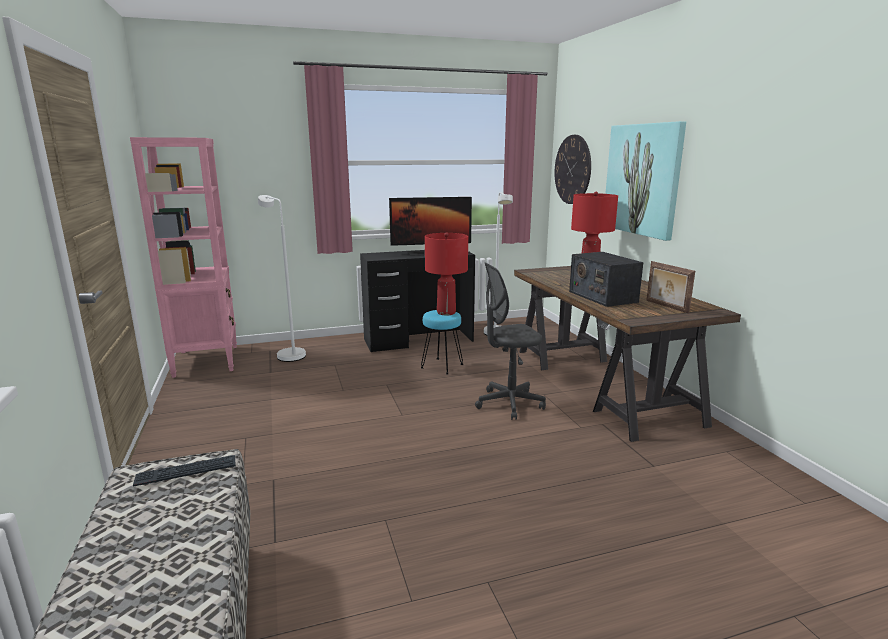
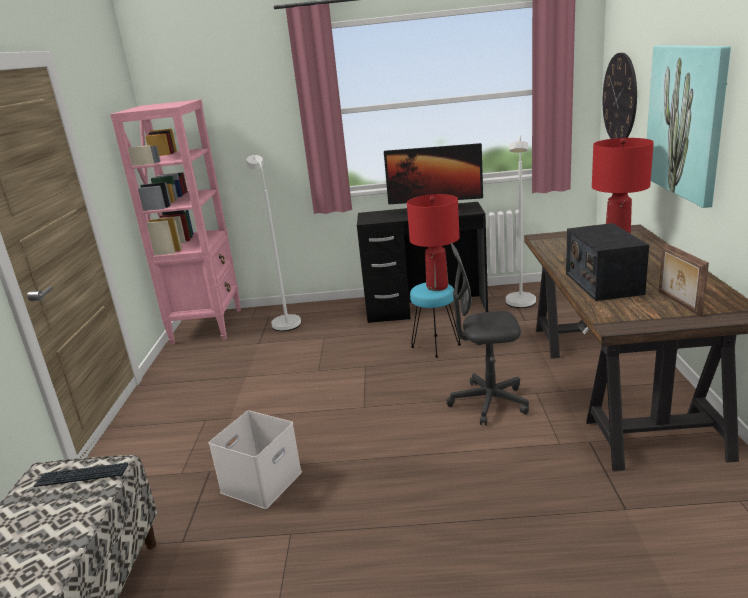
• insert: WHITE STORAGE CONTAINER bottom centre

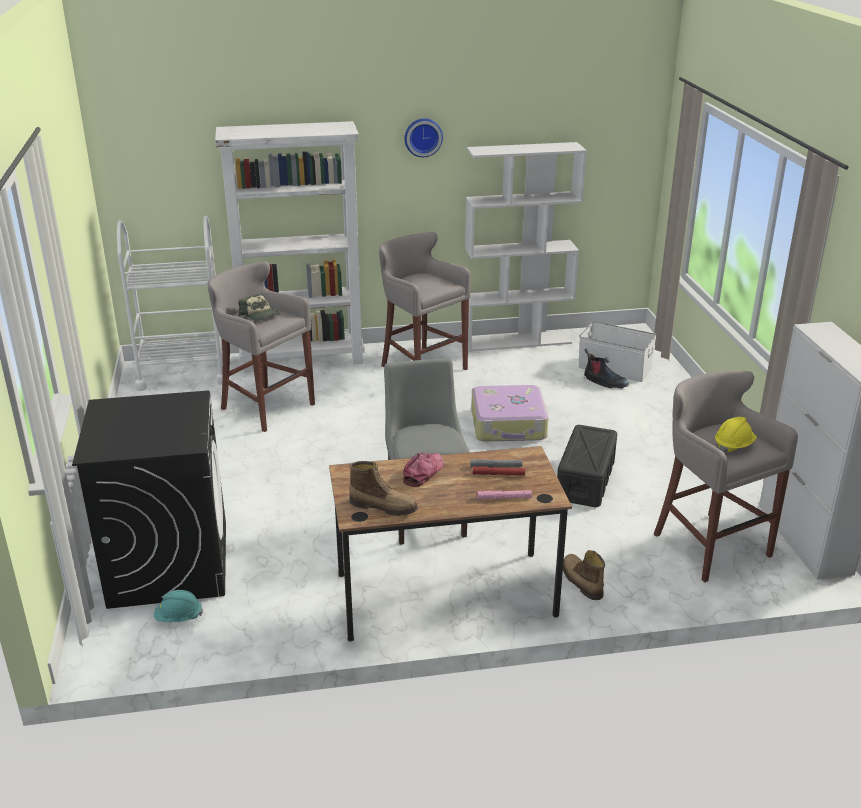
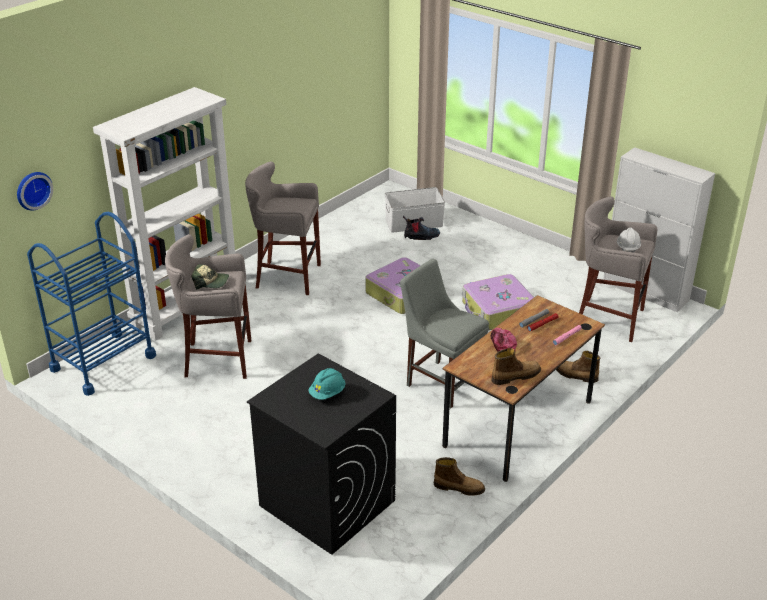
• recolor: WHITE CART middle left to BLUE CART middle left
• move: BLUE-GREEN SAFETY HELMET bottom left to centre
• move: HANGING CLOCK top centre to top left
• delete: WHITE BOOKCASE (2nd from left) top centre
• replace: BLACK-COLOURED STORAGE CONTAINER middle right to TRAVEL CASE (2nd from left) centre
• recolor: YELLOWISH SAFETY HELMET middle right to WHITE SAFETY HELMET middle right
• insert: HIGH-TOP BOOT (2nd from left) bottom centre

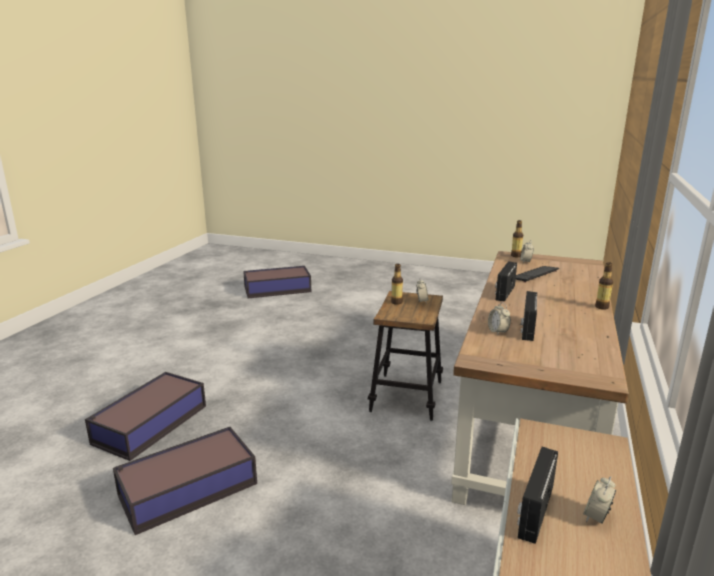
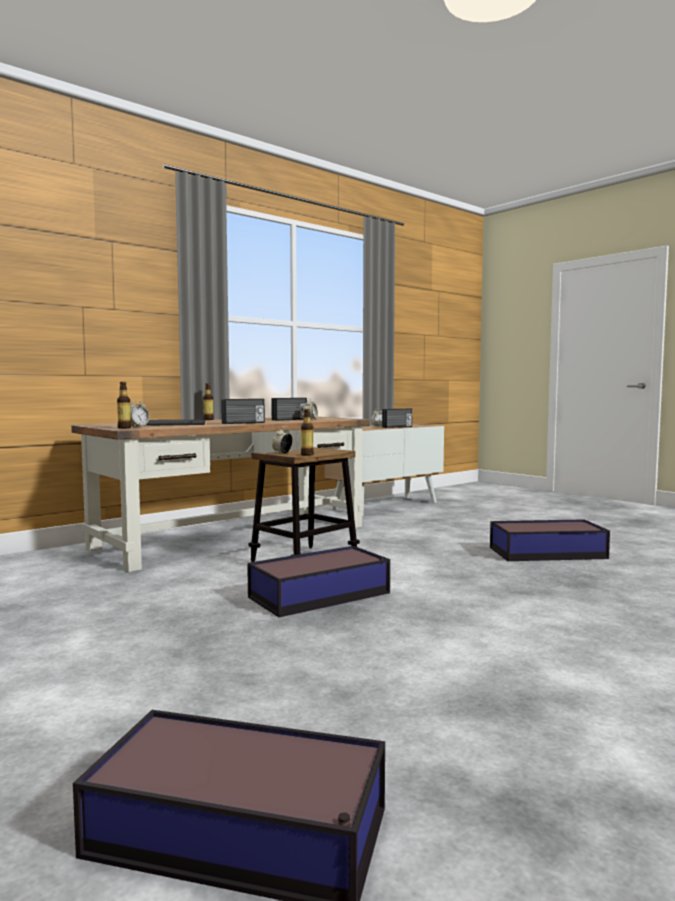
• move: STORAGE CONTAINER (1st from left in the first image) bottom left to STORAGE CONTAINER (2nd from left) centre

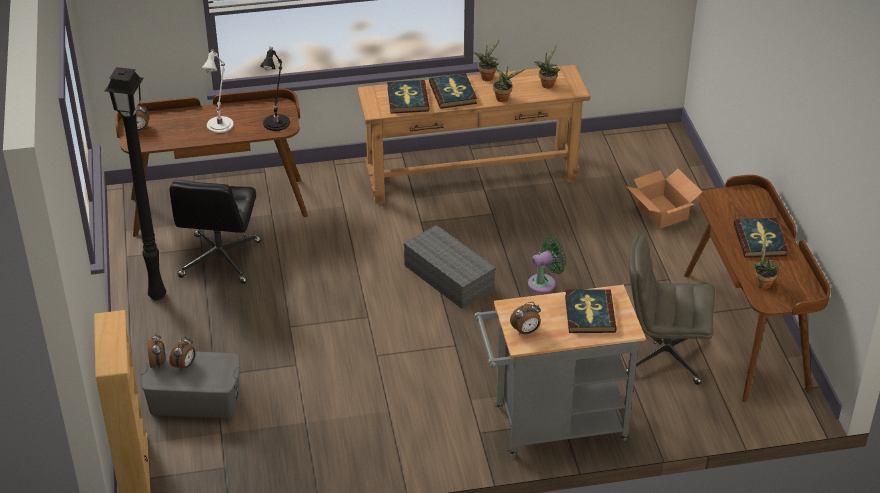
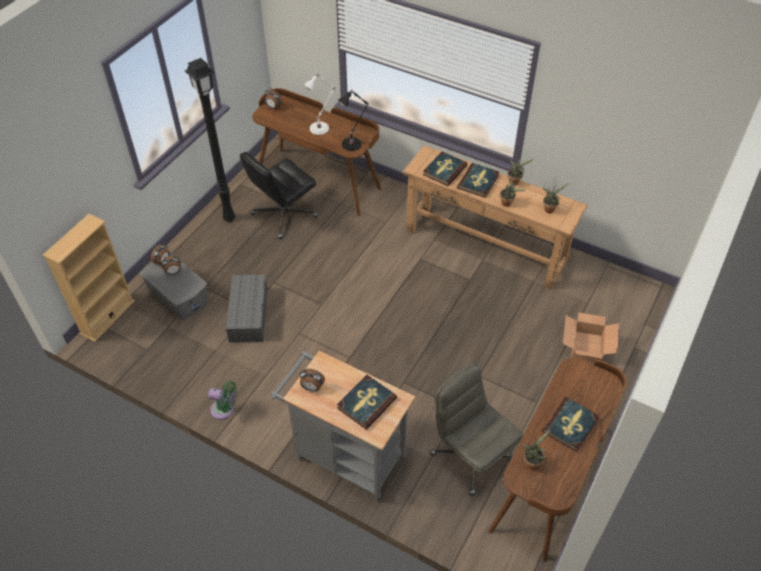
• move: GRAY STORAGE CONTAINER (2nd from left) centre to middle left
• move: GREEN-COLOURED FAN centre to bottom left

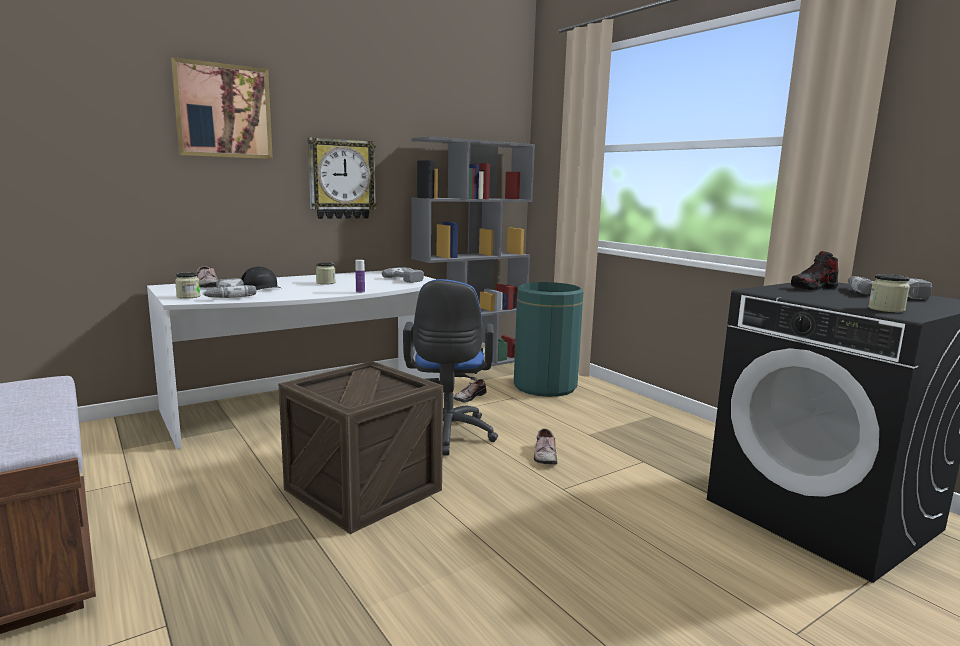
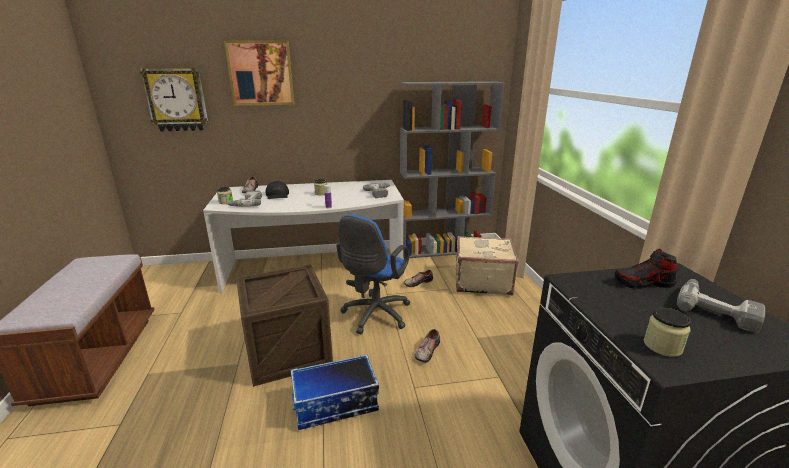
• move: HANGING CLOCK top centre to top left
• replace: GREEN-COLOURED WASTE BIN centre to BEIGE TRAVEL CASE centre
• insert: STORAGE CONTAINER bottom centre

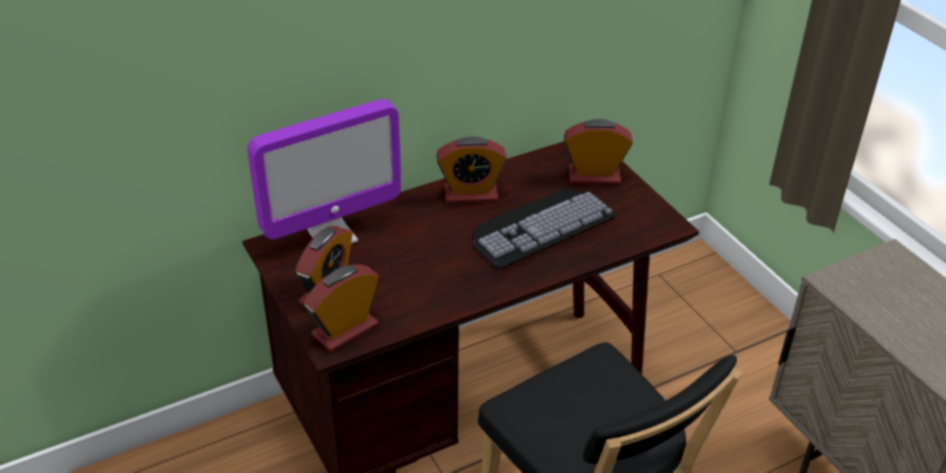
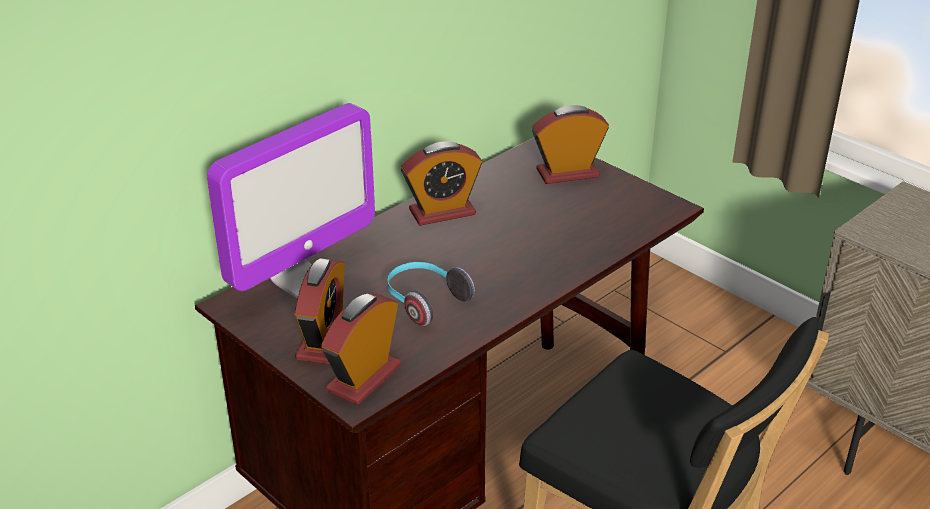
• delete: KEYBOARD centre
• insert: HEADSET centre

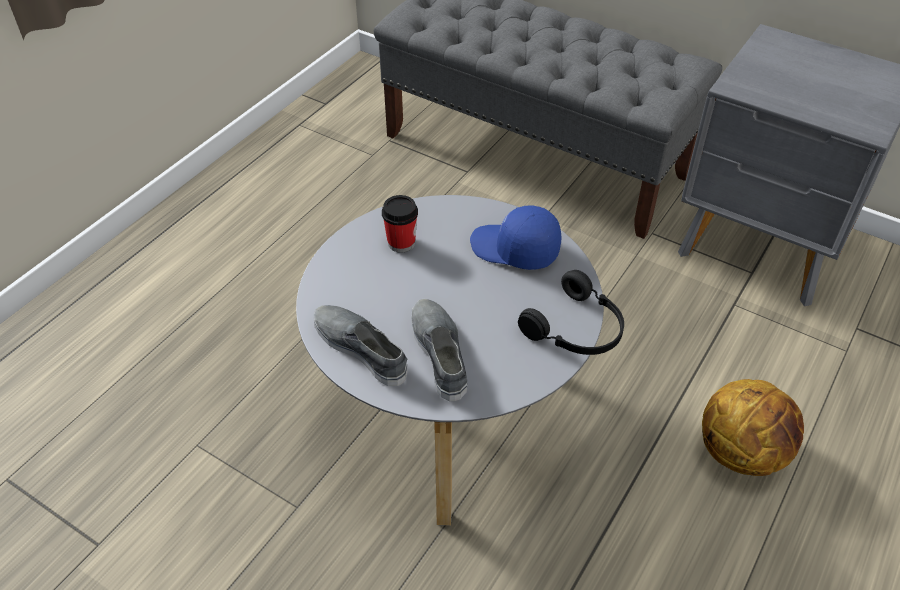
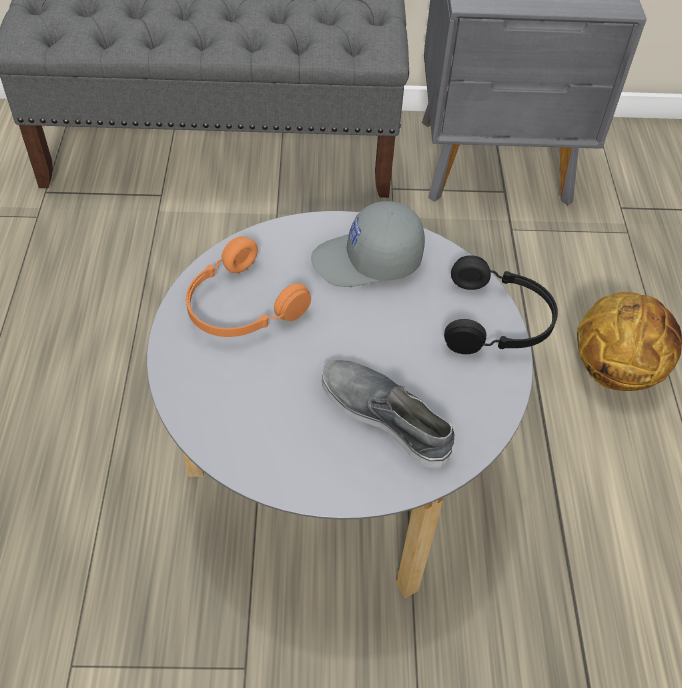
• delete: GRAY SHOE (1st from left) centre
• replace: CUP centre to ORANGEY HEADSET centre
• recolor: BLUE PEAKED CAP centre to GRAY PEAKED CAP centre

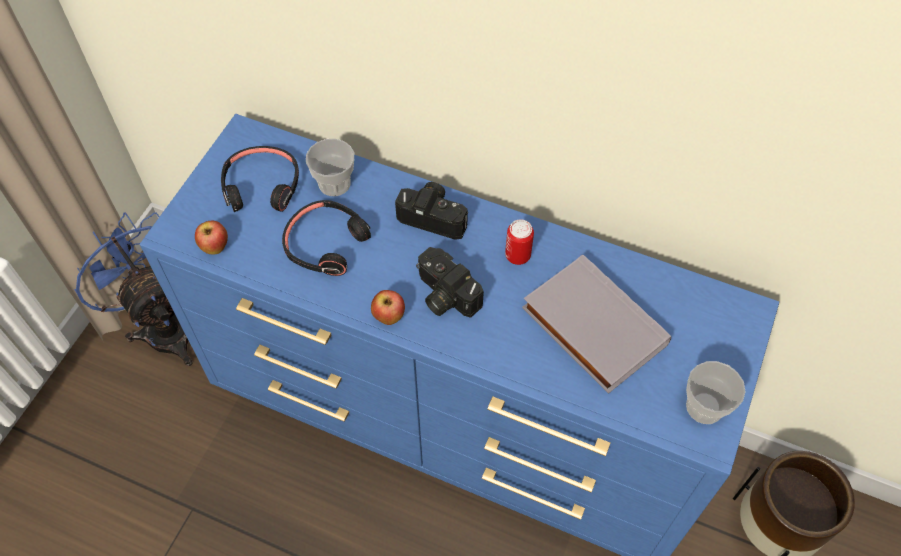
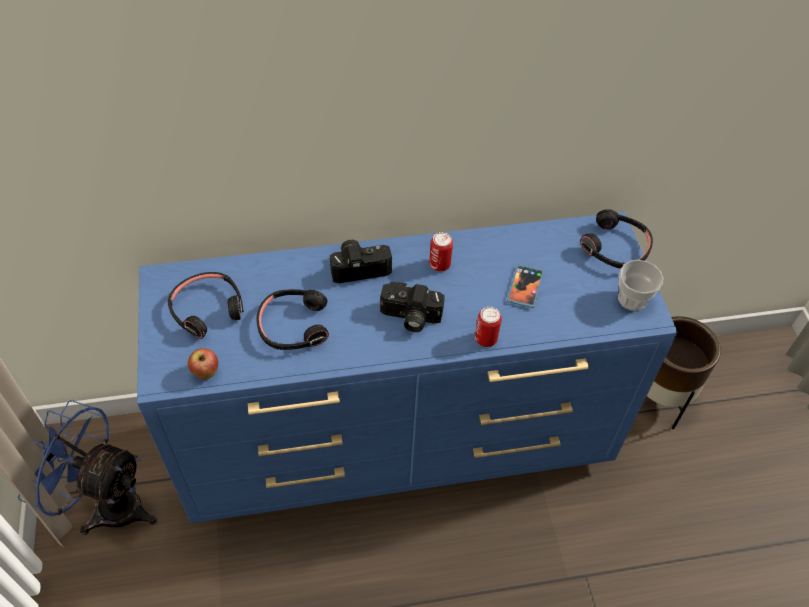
• delete: CUP (1st from left) top centre
• delete: WHOLE APPLE (2nd from left) centre
• replace: GRAY VOLUME centre to HANDSET centre
• insert: SEALED CAN (2nd from left) centre
• insert: BLACK-COLOURED HEADSET (3rd from left) middle right

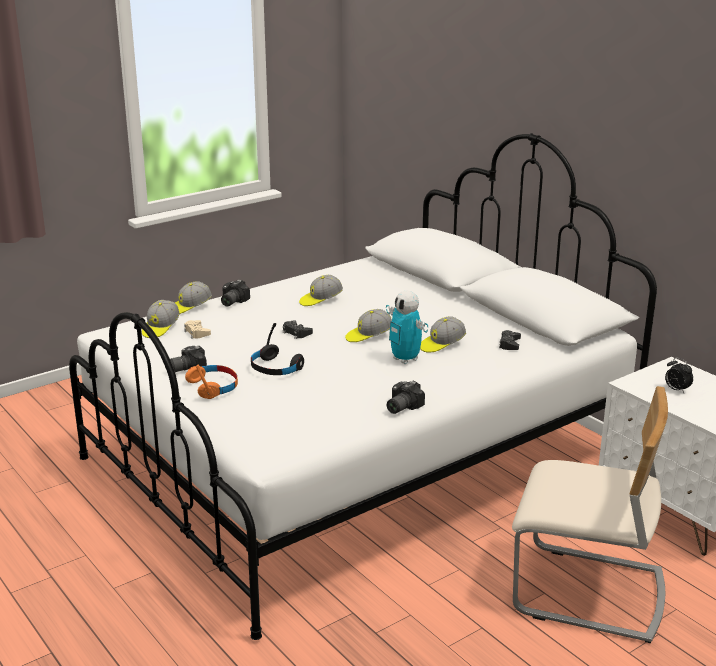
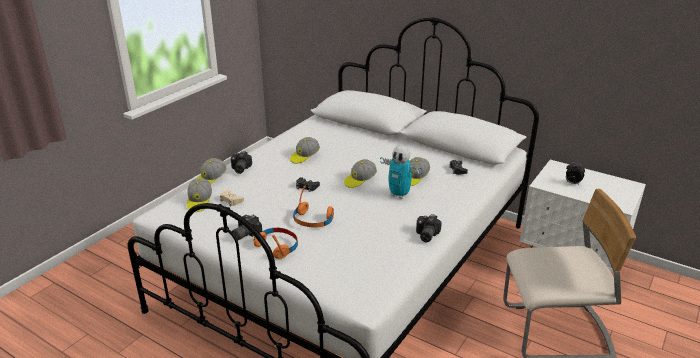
• recolor: BLACK-COLOURED HEADSET centre to ORANGEY HEADSET (2nd from left) centre

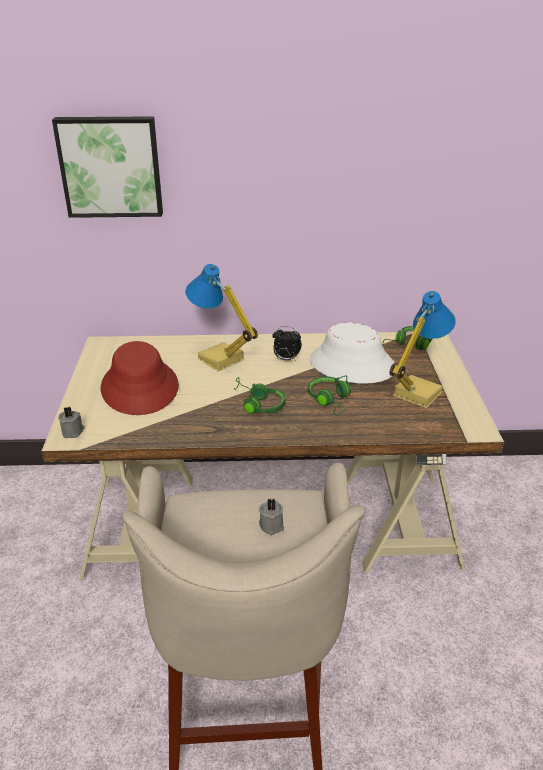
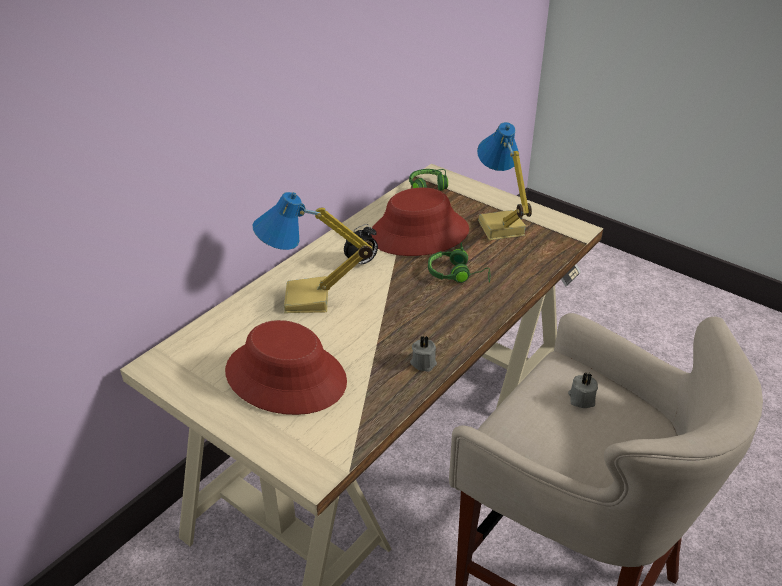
• delete: PICTURE top left
• move: GRAY WAX CANDLE (1st from left) middle left to centre
• delete: GREEN-COLOURED HEADSET (1st from left) centre
• recolor: WHITE WEARABLE HAT centre to RED-COLOURED WEARABLE HAT (2nd from left) centre

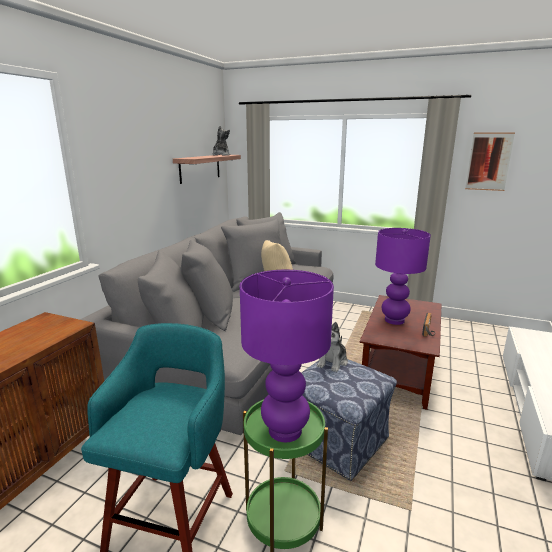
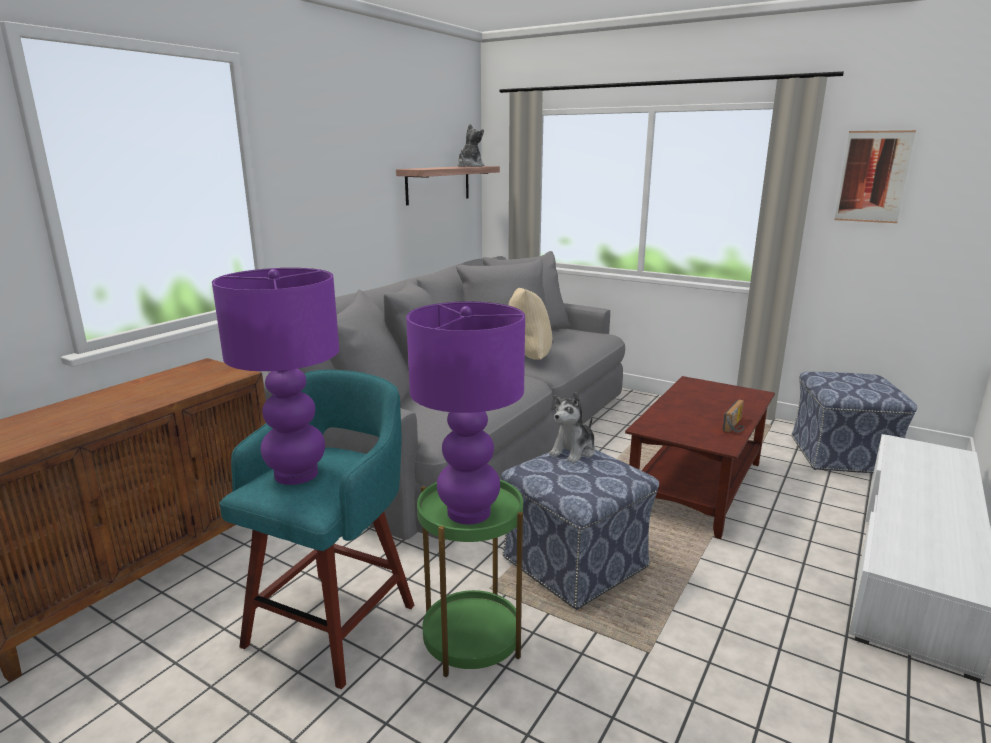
• move: PURPLE TABLETOP LAMP (2nd from left in the first image) middle right to PURPLE TABLETOP LAMP (1st from left) middle left
• insert: POUFFE (2nd from left) middle right

